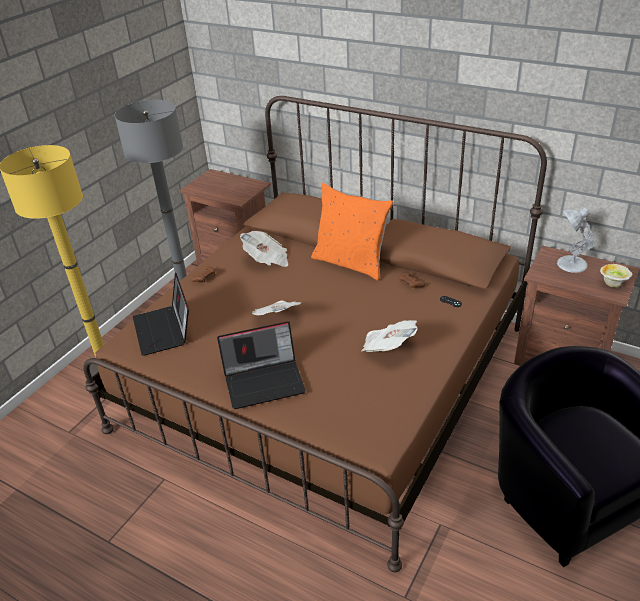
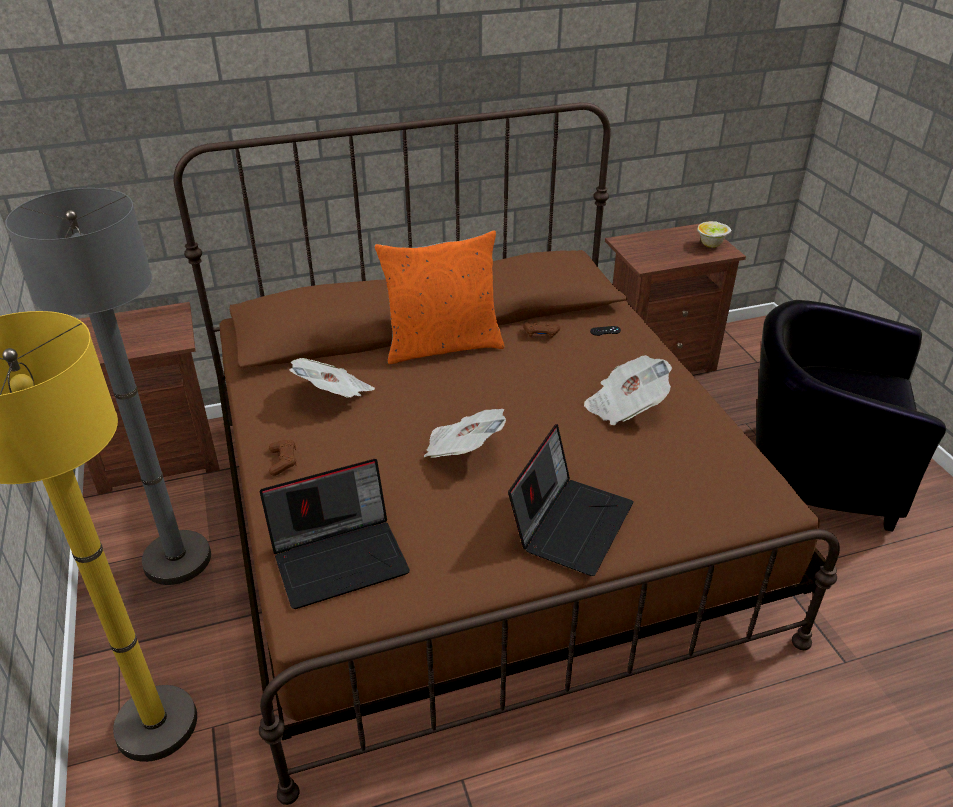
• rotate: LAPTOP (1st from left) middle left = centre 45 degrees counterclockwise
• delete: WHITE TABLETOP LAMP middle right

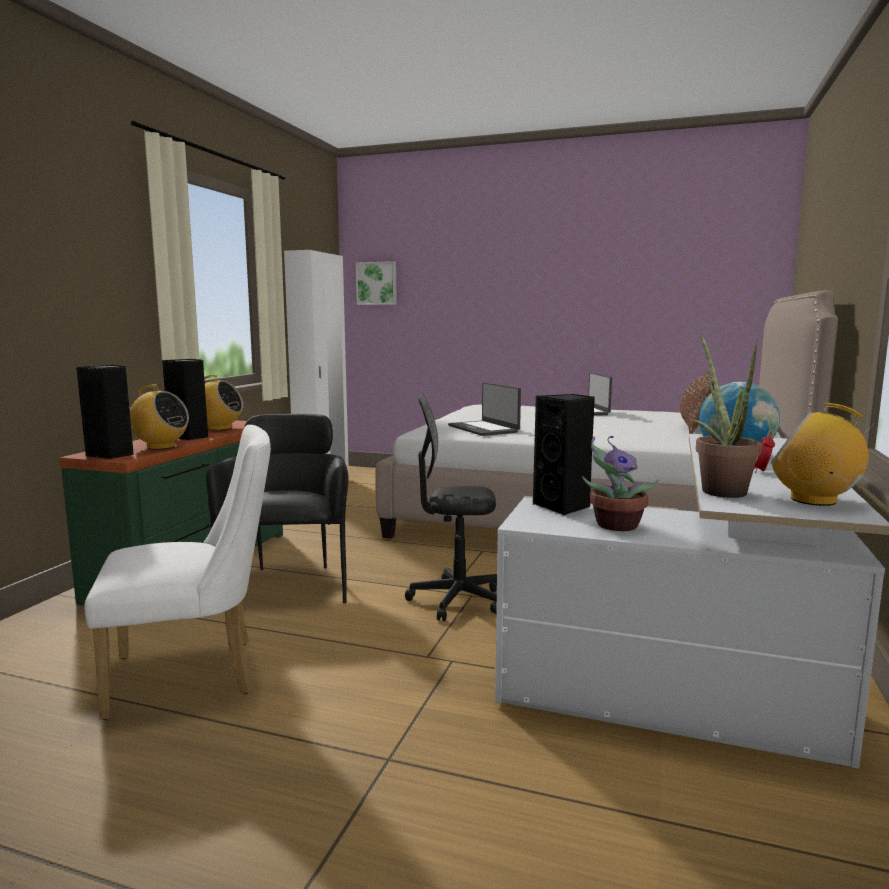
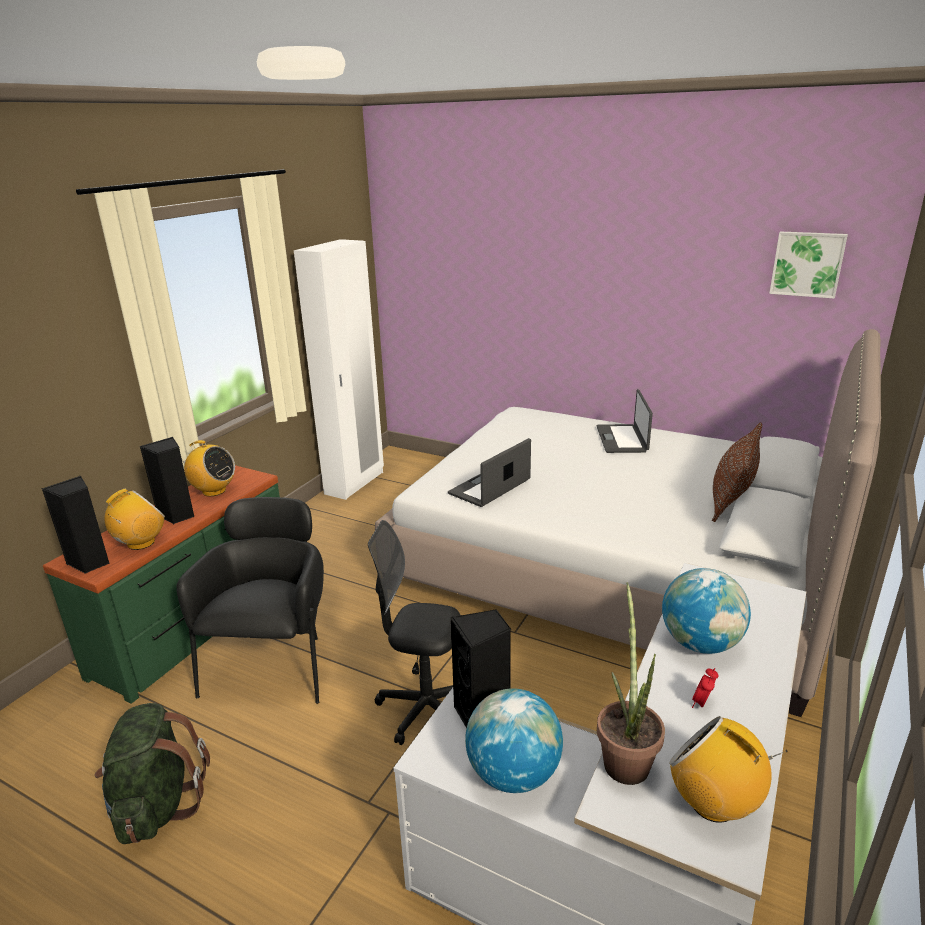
• replace: WHITE CHAIR middle left to GREEN-COLOURED RUCKSACK bottom left
• rotate: RADIO SET (1st from left) middle left = middle left 75 degrees counterclockwise
• move: PICTURE top centre to top right
• rotate: LAPTOP (1st from left) centre = centre 60 degrees clockwise
• replace: HOUSEPLANT (1st from left) middle right to DESK GLOBE (1st from left) bottom centre

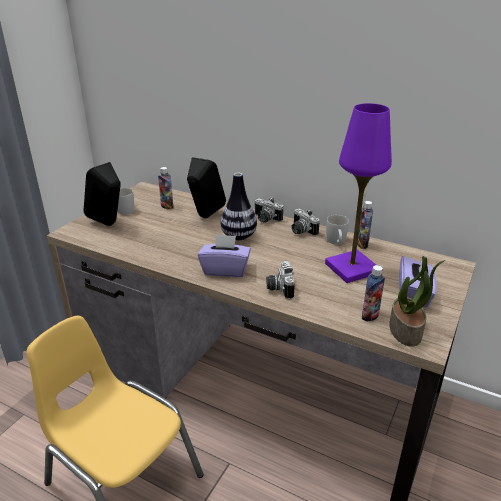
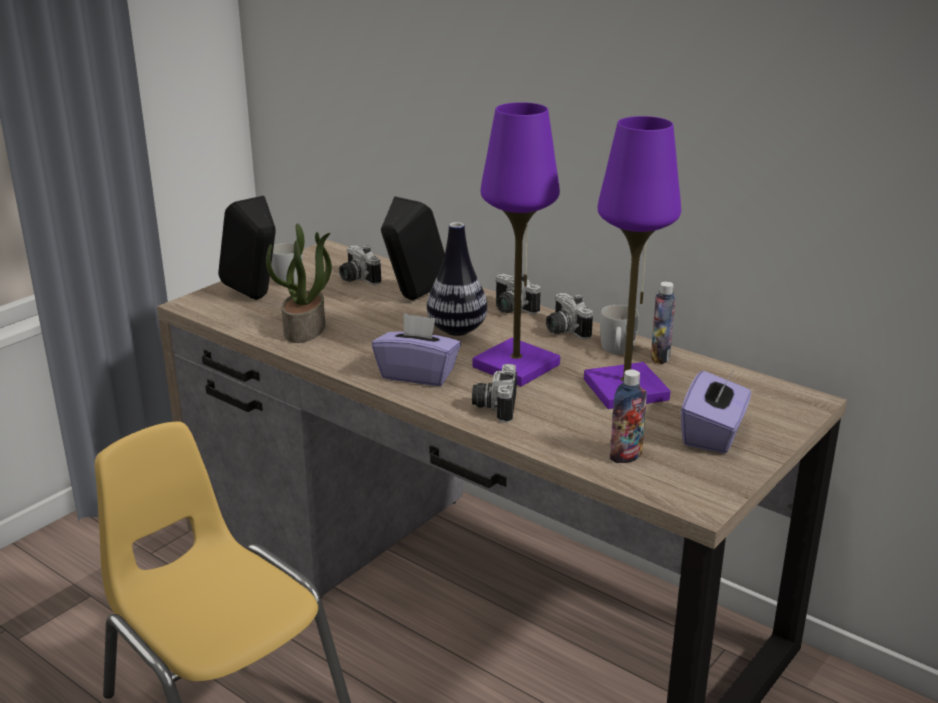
• replace: BEVERAGE BOTTLE (1st from left) middle left to PHOTO CAMERA (1st from left) centre
• move: HOUSEPLANT middle right to middle left
• insert: PURPLE TABLETOP LAMP (1st from left) centre

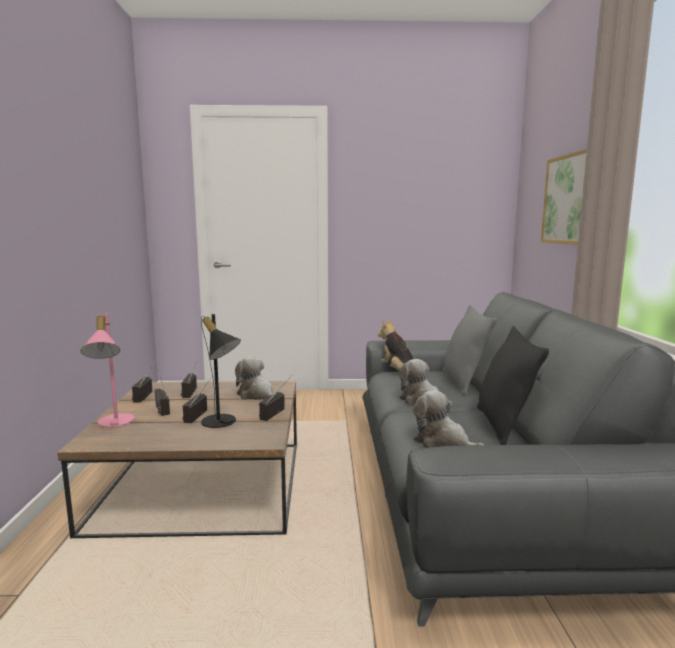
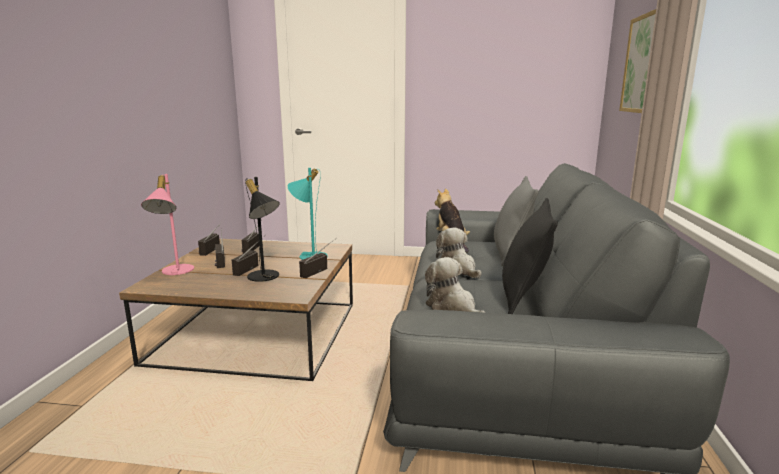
• replace: SOFT TOY (1st from left) centre to BLUE-GREEN TABLETOP LAMP centre

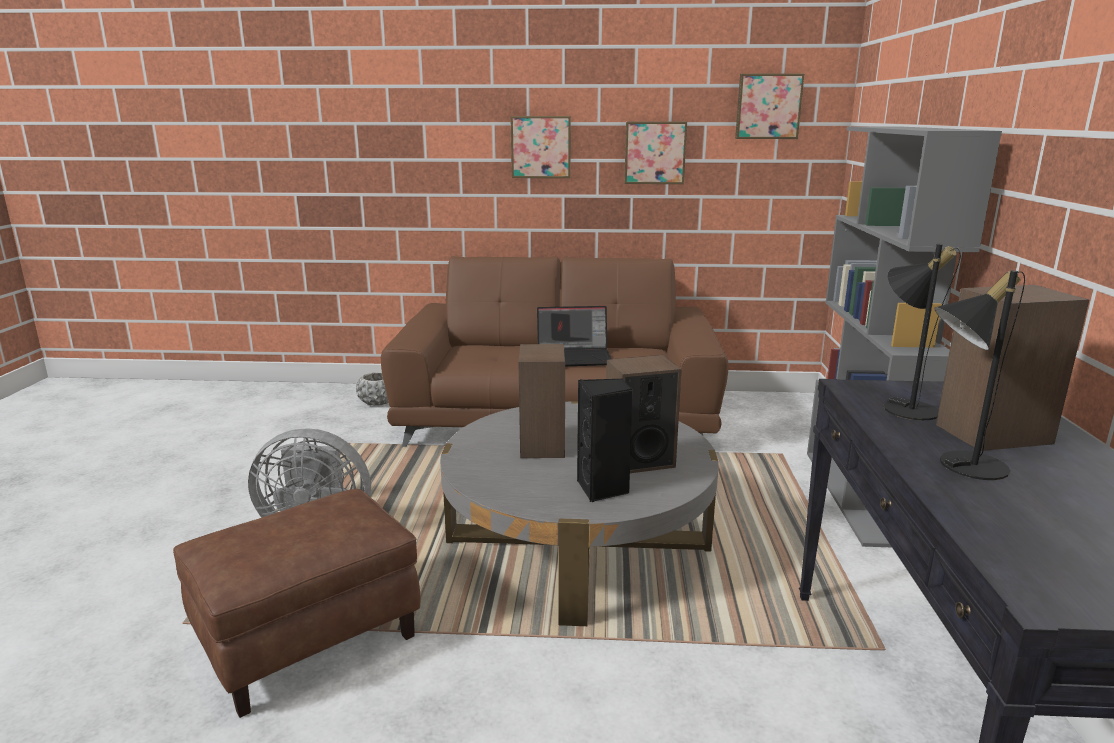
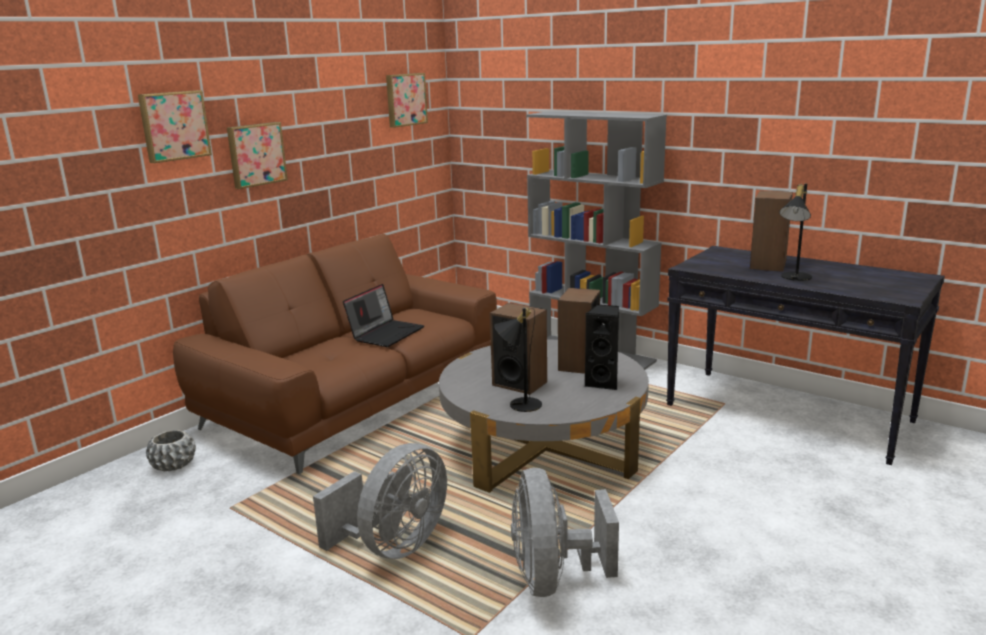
• replace: BROWN POUFFE bottom left to GRAY FAN (2nd from left) bottom centre
• move: PICTURE (2nd from left in the first image) top centre to PICTURE (1st from left) top left
• move: BLACK-COLOURED TABLETOP LAMP (1st from left) middle right to centre

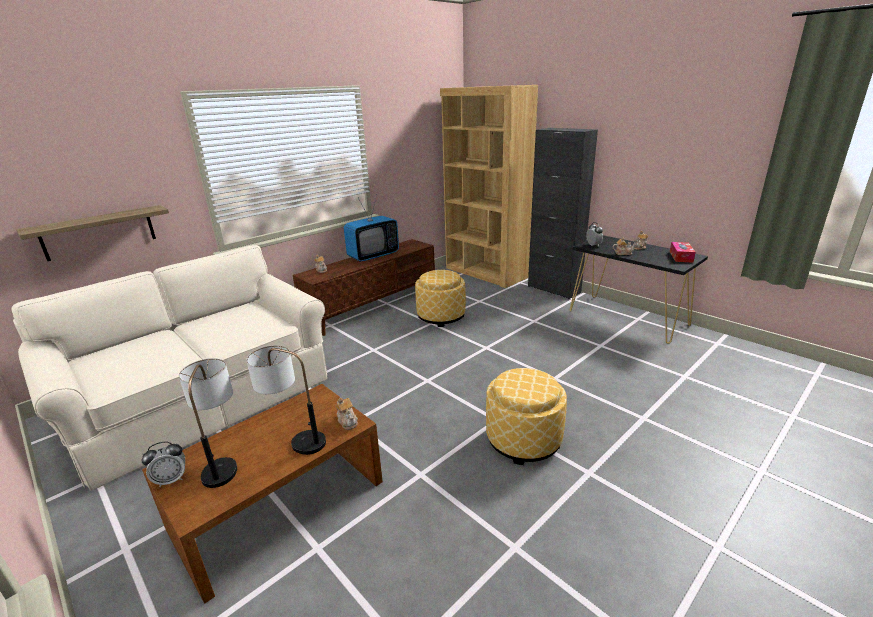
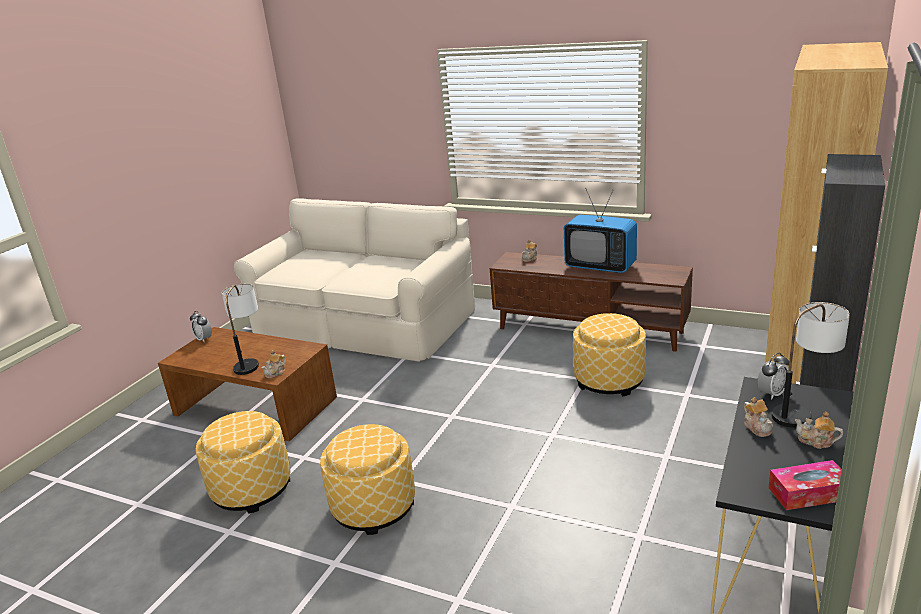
• delete: BRACKET SHELF middle left
• move: TABLETOP LAMP (1st from left in the first image) bottom left to TABLETOP LAMP (2nd from left) middle right
• insert: POUFFE (1st from left) bottom left

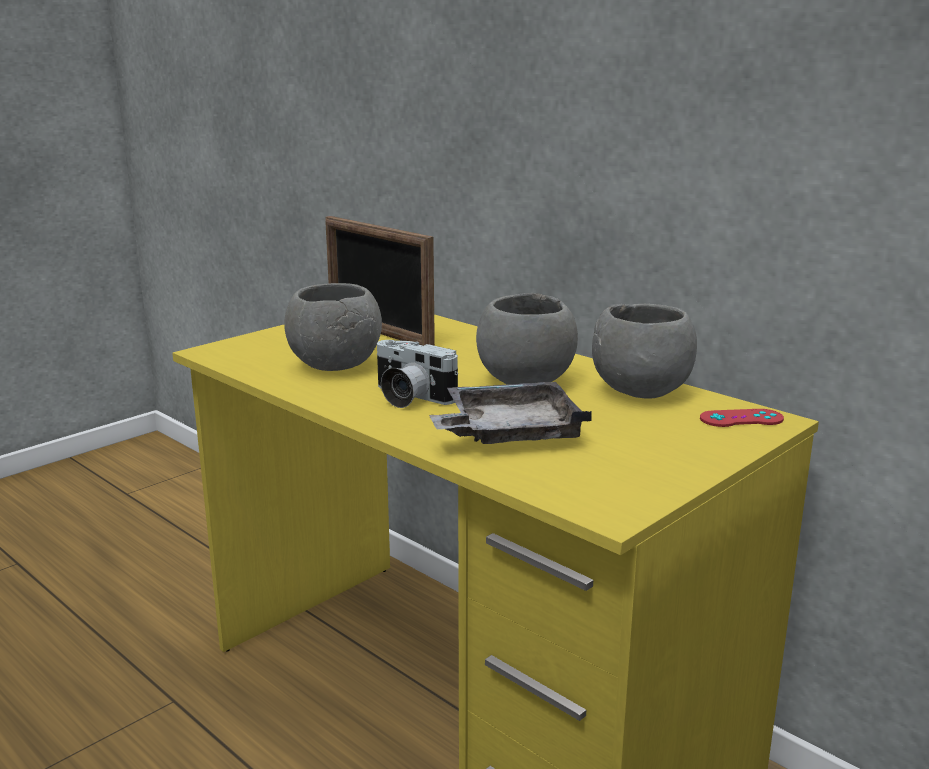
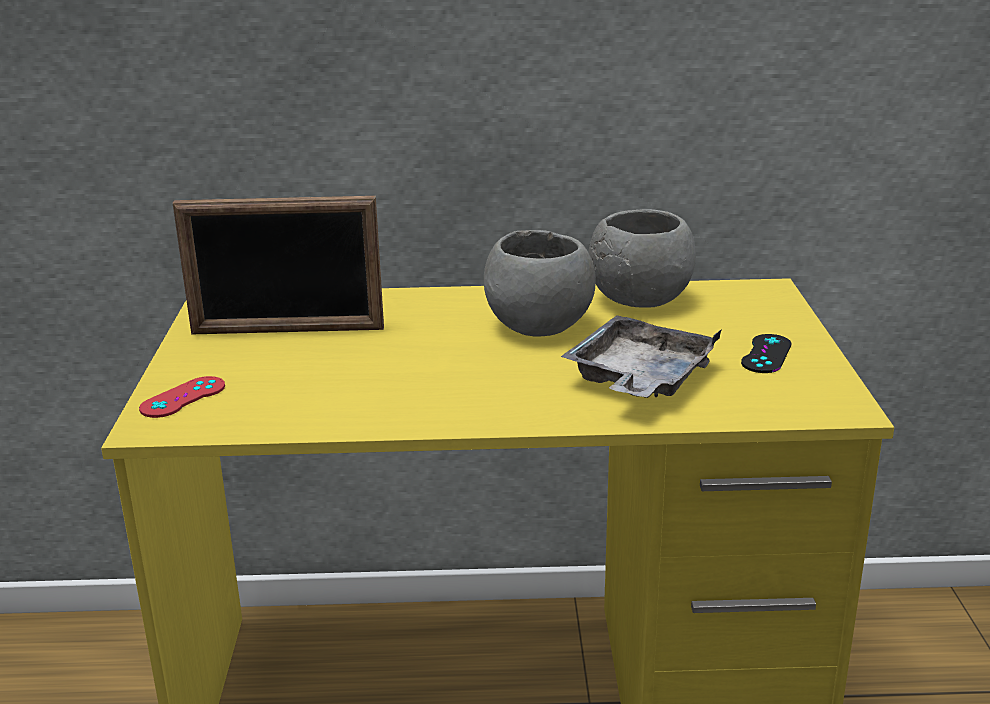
• delete: GRAY BOWL (1st from left) centre
• delete: PHOTO CAMERA centre
• move: RED-COLOURED GAMEPAD middle right to middle left
• insert: BLACK-COLOURED GAMEPAD middle right

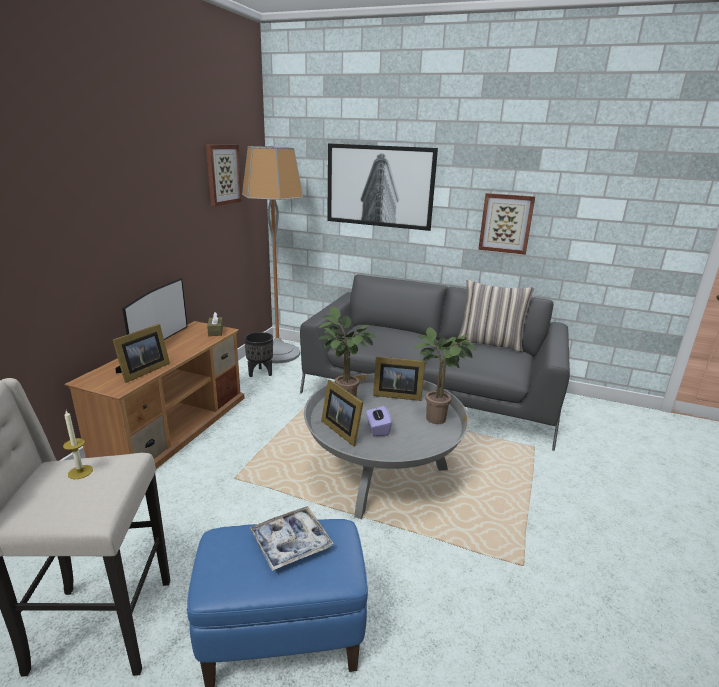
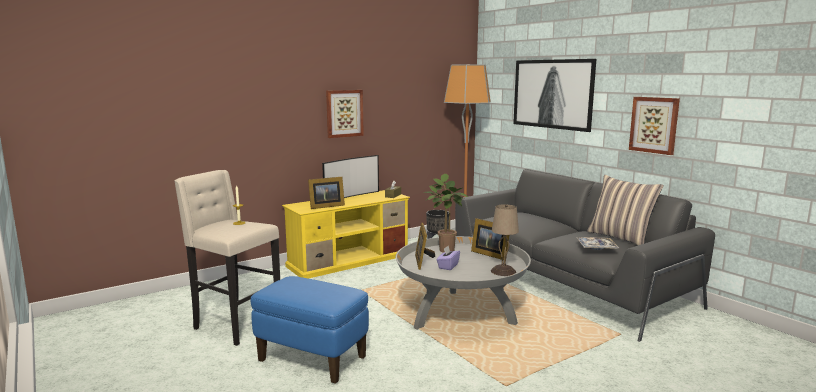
• recolor: BROWN TV STAND middle left to YELLOWISH TV STAND centre
• move: PICTURE (1st from left) top left to top centre
• move: SERVING TRAY bottom centre to middle right
• replace: HOUSEPLANT (2nd from left) centre to BEIGE TABLETOP LAMP centre

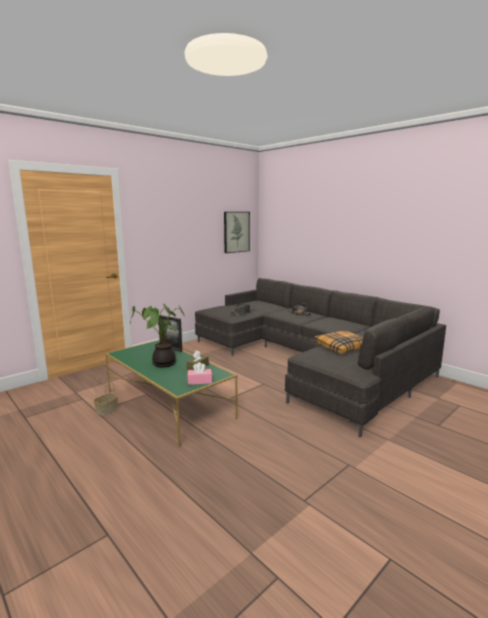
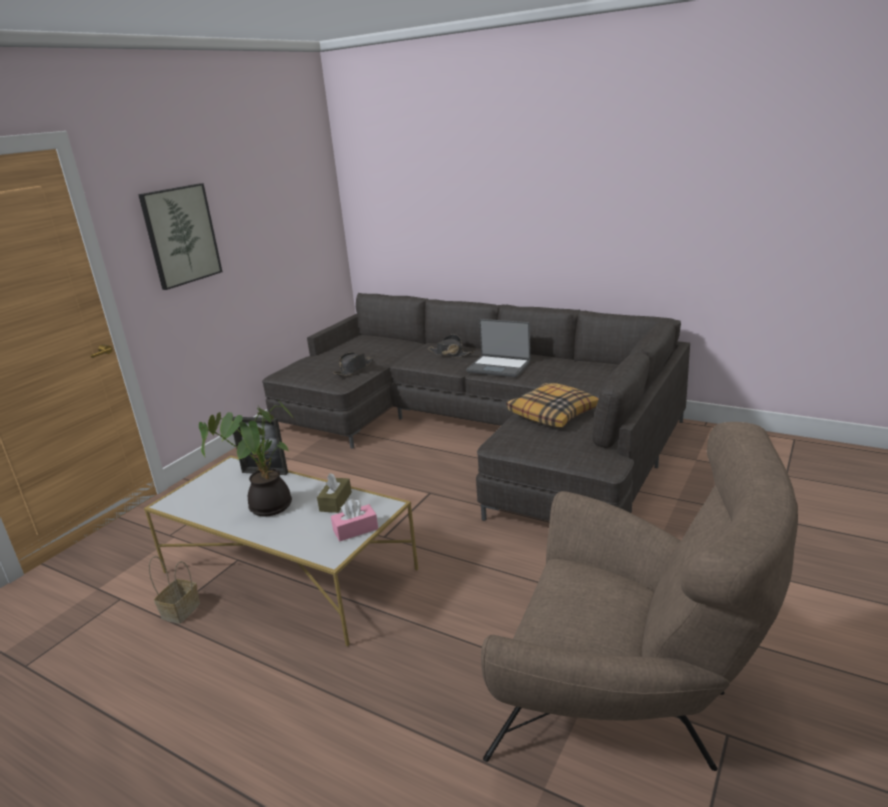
• recolor: GREEN-COLOURED LOUNGE TABLE centre to WHITE LOUNGE TABLE bottom left
• move: PICTURE centre to top left
• insert: LAPTOP centre
• insert: BROWN ARMCHAIR bottom right

